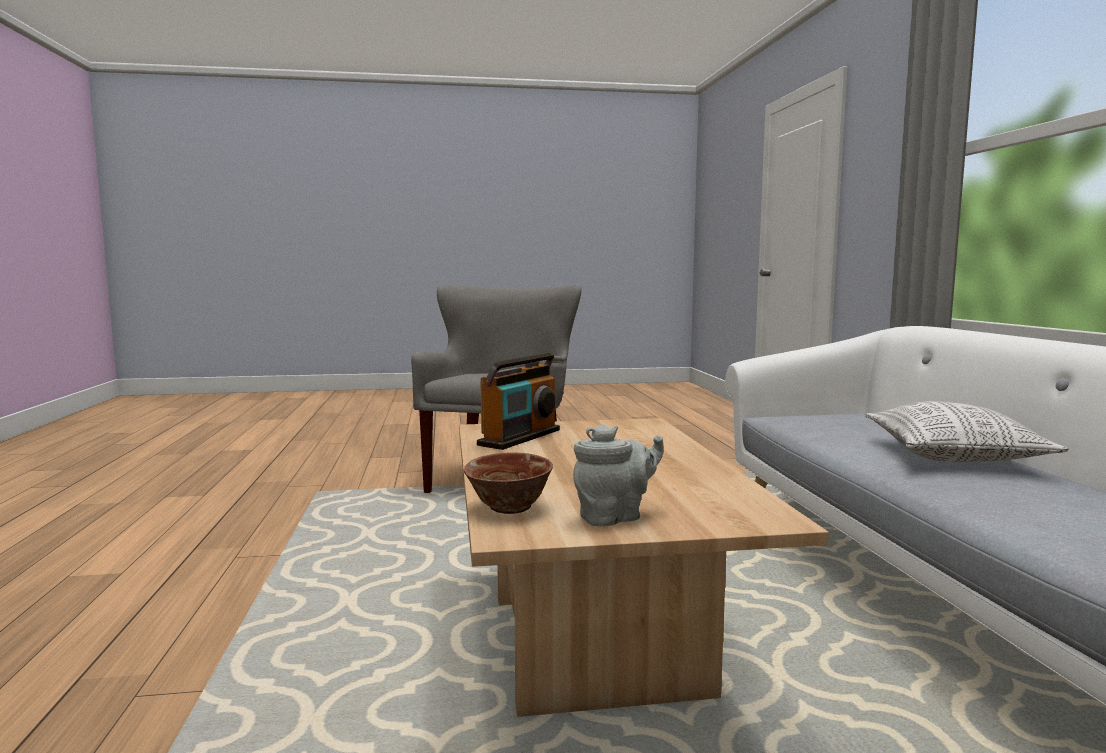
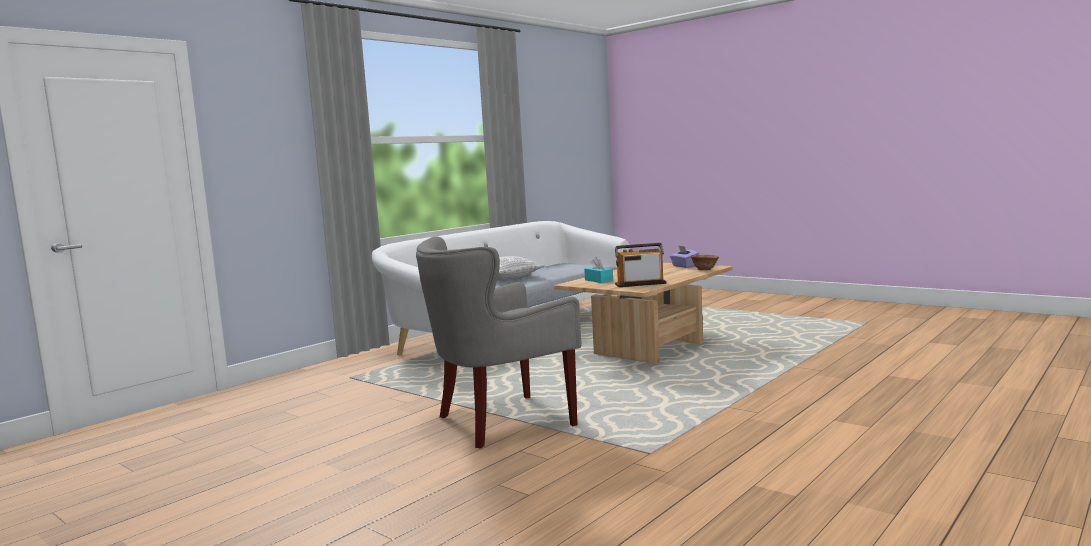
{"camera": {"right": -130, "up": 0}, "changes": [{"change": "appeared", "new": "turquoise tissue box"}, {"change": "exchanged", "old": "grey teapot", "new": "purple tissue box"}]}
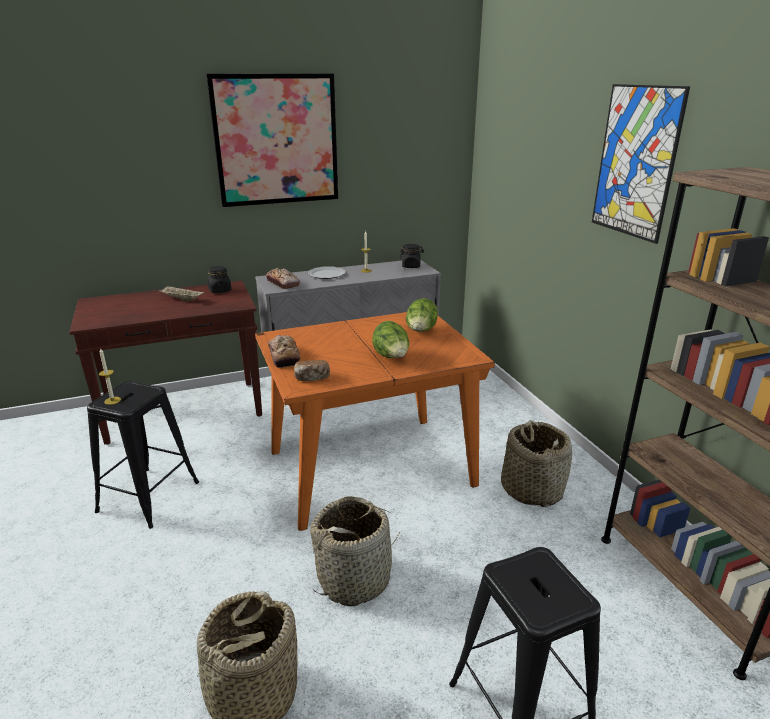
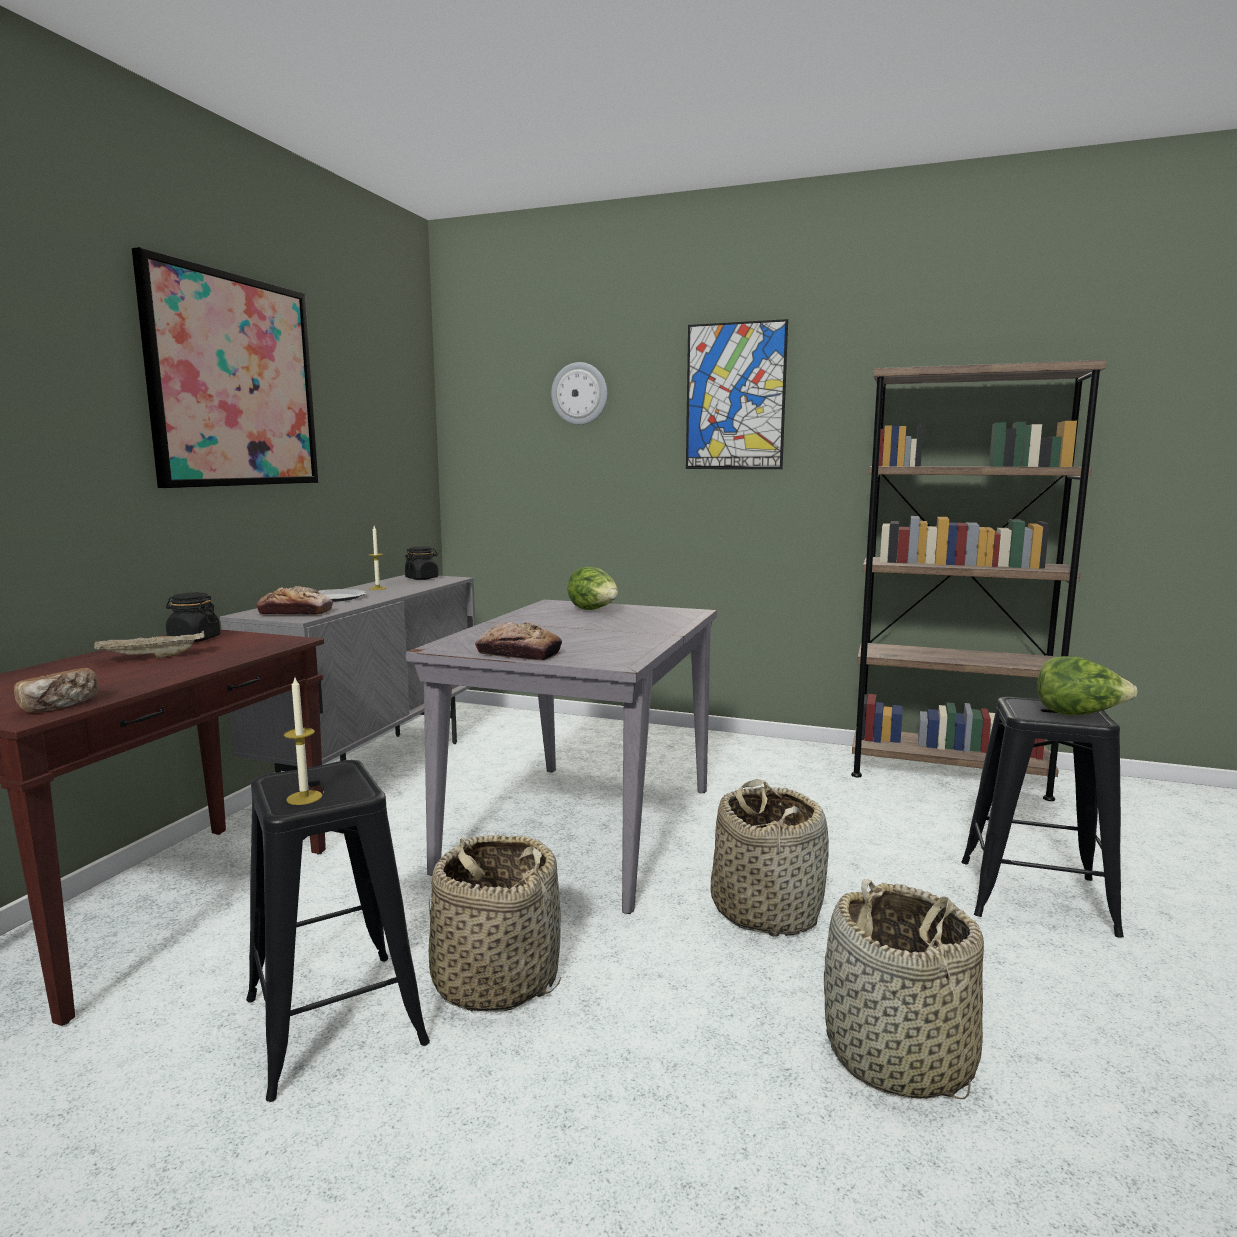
{"camera": {"right": -50, "up": -15}, "changes": [{"change": "appeared", "new": "wall clock"}, {"change": "relocated", "old": "bread (no. 3 from left in the first image)", "new": "bread (no. 1 from left)"}, {"change": "relocated", "old": "lettuce (no. 1 from left in the first image)", "new": "lettuce (no. 2 from left)"}, {"change": "relocated", "old": "basket (no. 3 from left in the first image)", "new": "basket (no. 1 from left)"}, {"change": "colour", "old": "orange dining table", "new": "grey dining table"}]}
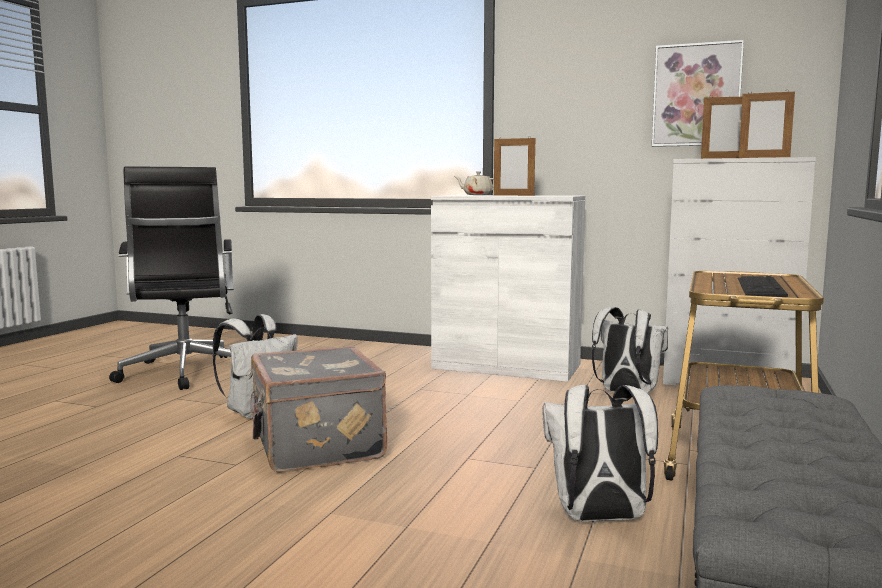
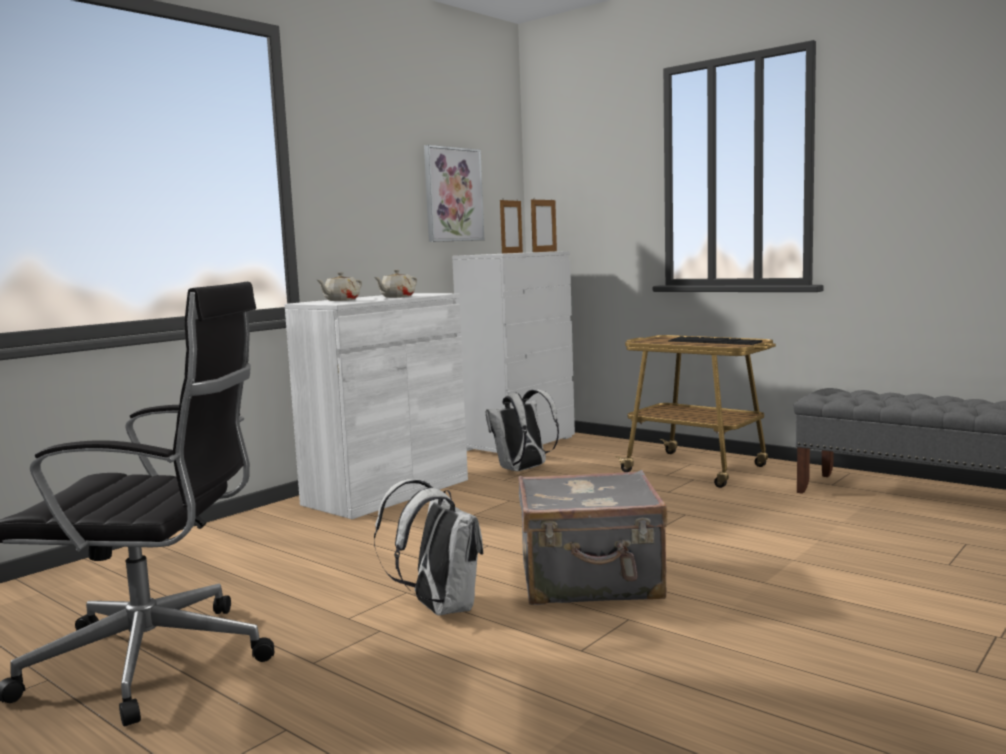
{"camera": {"right": -70, "up": 0}, "changes": [{"change": "missing", "old": "white backpack (no. 2 from left)"}, {"change": "exchanged", "old": "picture frame (no. 1 from left)", "new": "beige teapot (no. 2 from left)"}]}
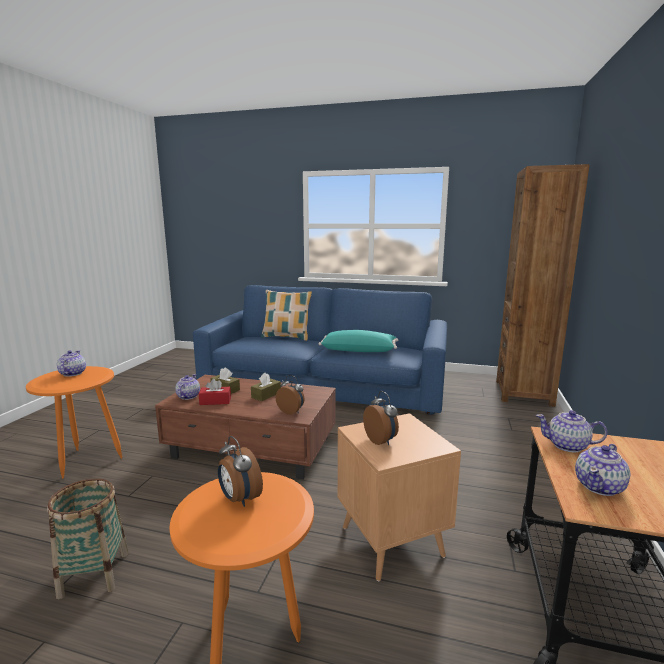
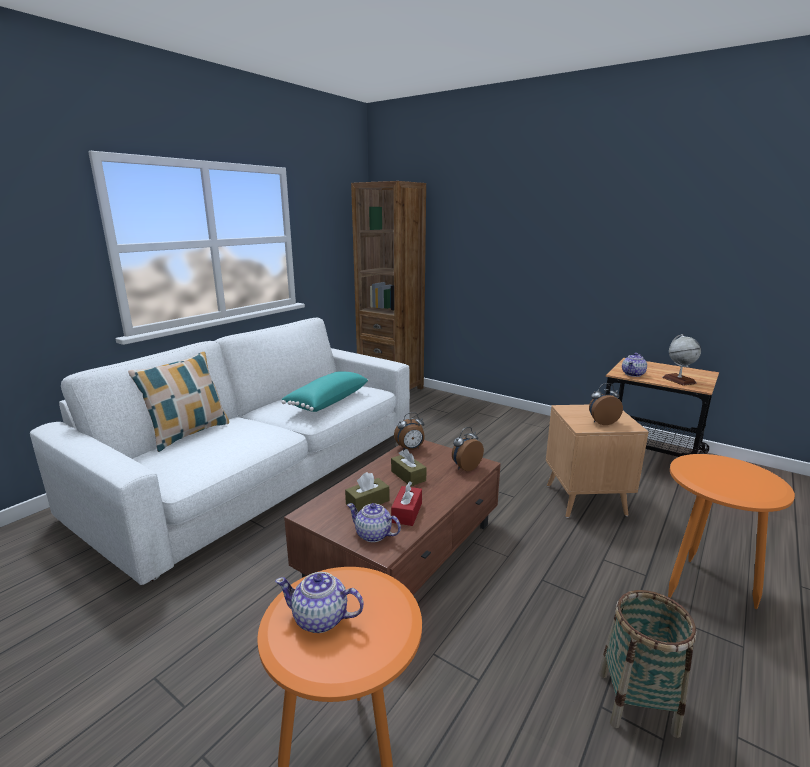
{"camera": {"right": -70, "up": 5}, "changes": [{"change": "relocated", "old": "alarm clock (no. 1 from left)"}, {"change": "exchanged", "old": "teapot (no. 4 from left)", "new": "globe"}, {"change": "colour", "old": "blue sofa", "new": "white sofa"}]}
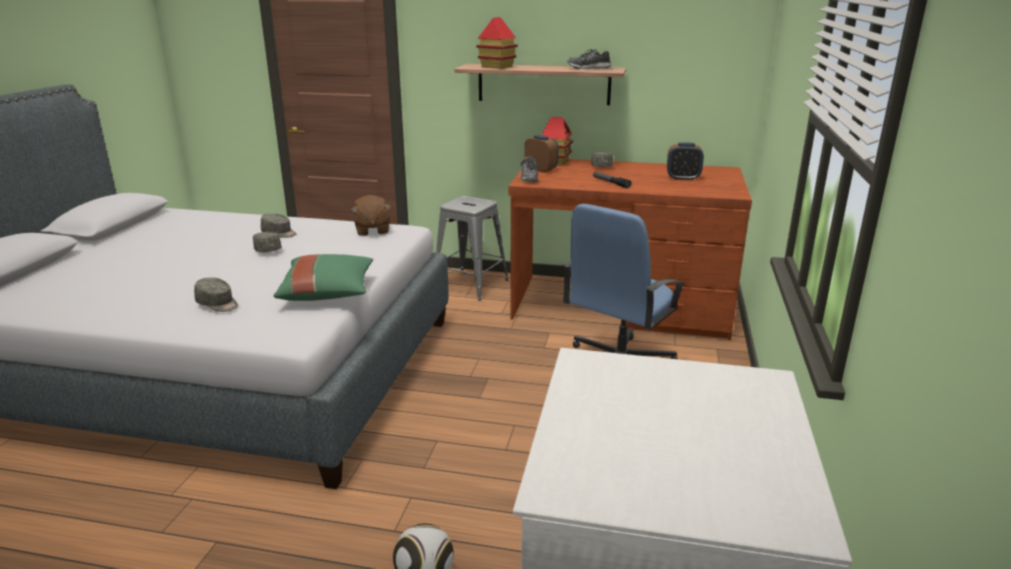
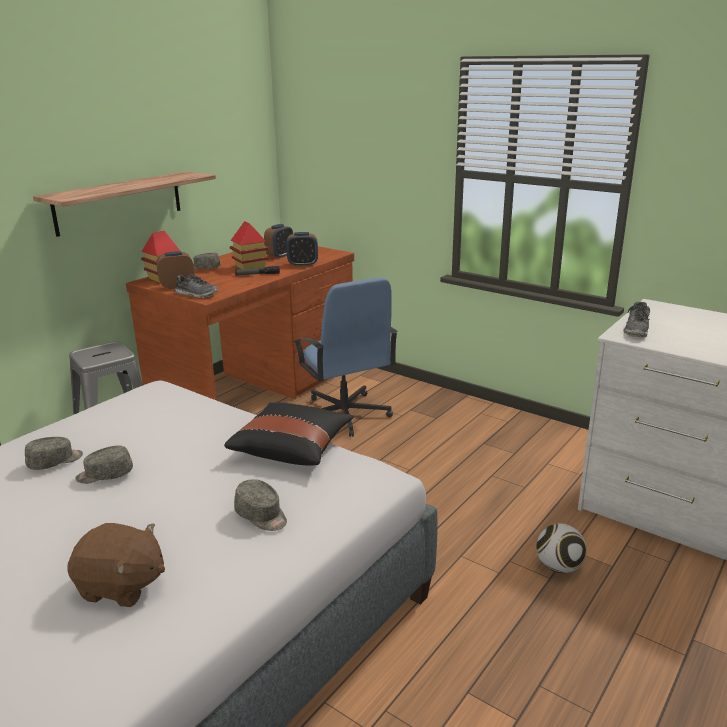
{"camera": {"right": -65, "up": 0}, "changes": [{"change": "appeared", "new": "alarm clock (no. 3 from left)"}, {"change": "relocated", "old": "brown plush toy"}, {"change": "relocated", "old": "toy house (no. 1 from left in the first image)", "new": "toy house (no. 2 from left)"}, {"change": "relocated", "old": "shoe (no. 2 from left)"}, {"change": "colour", "old": "green pillow", "new": "black pillow"}, {"change": "spun", "old": "grey cap (no. 1 from left in the first image)", "degrees": 75}]}
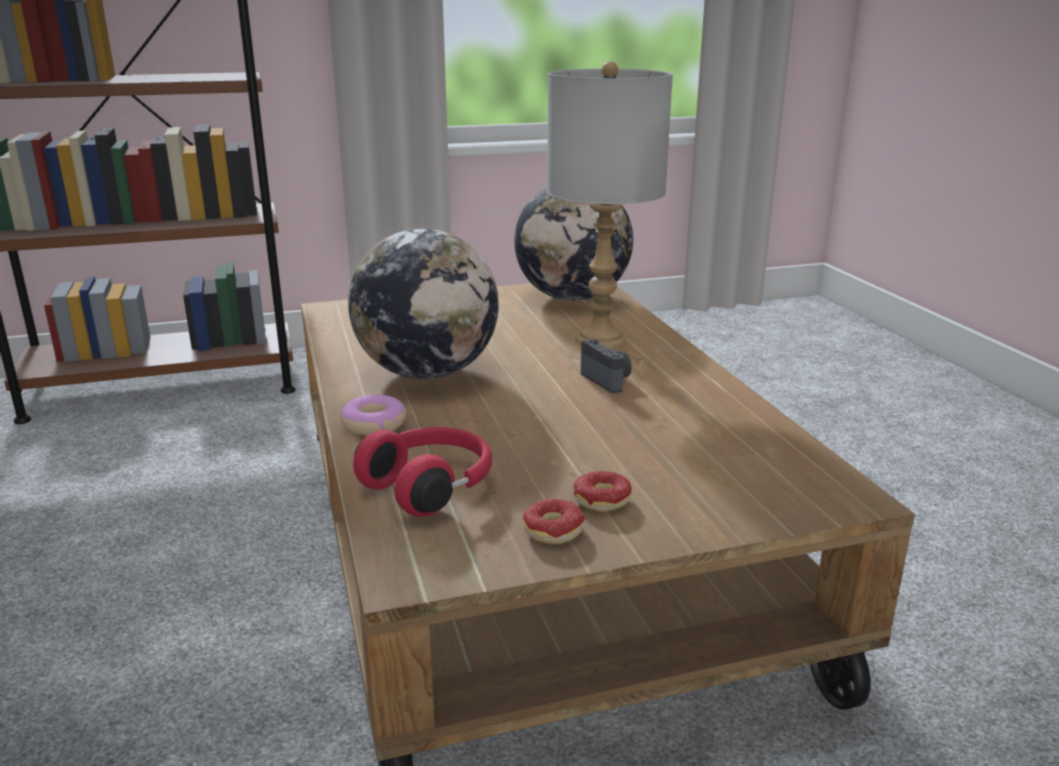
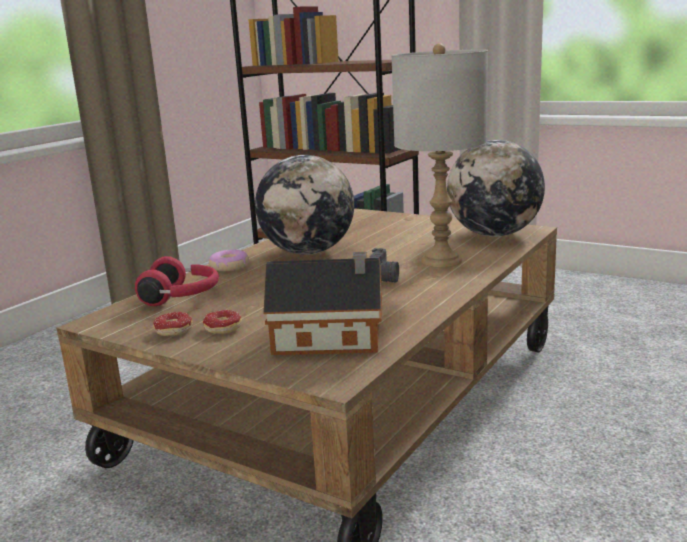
{"camera": {"right": 50, "up": -5}, "changes": [{"change": "appeared", "new": "toy house"}]}
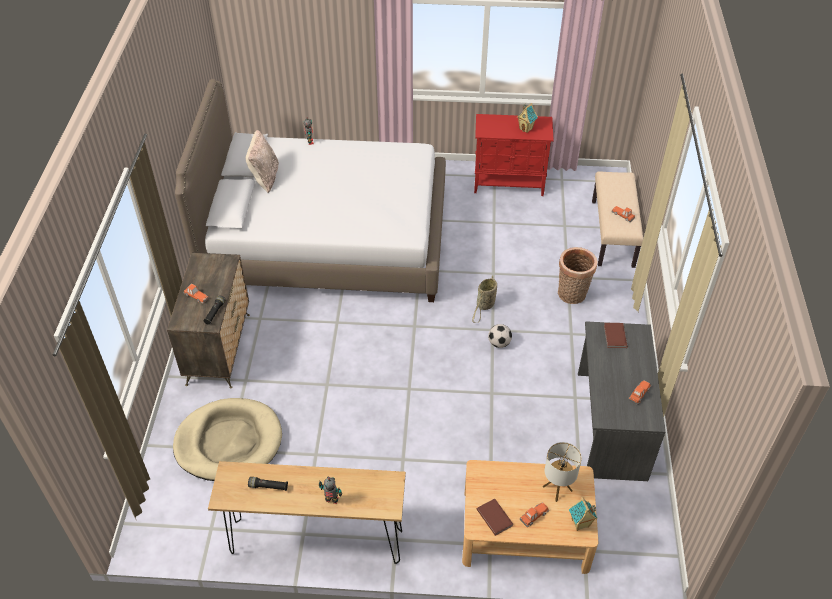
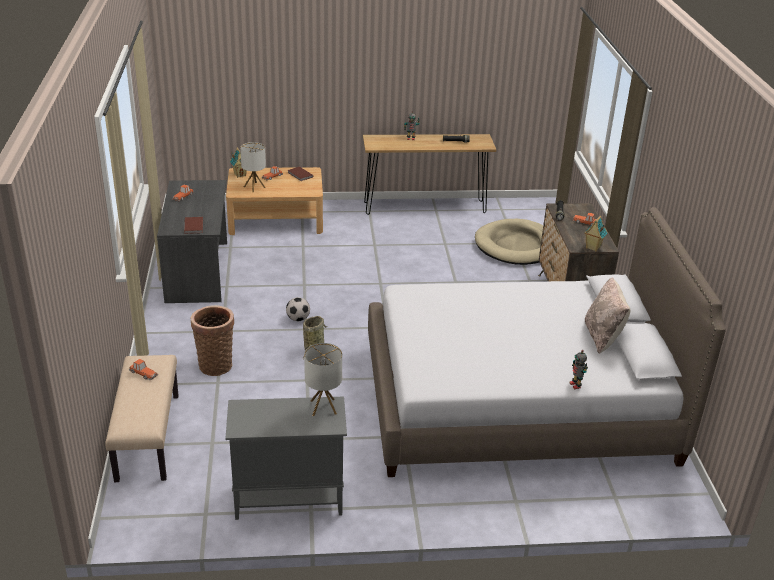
{"camera": {"right": 170, "up": -15}, "changes": [{"change": "appeared", "new": "table lamp (no. 2 from left)"}, {"change": "relocated", "old": "toy house (no. 1 from left in the first image)", "new": "toy house (no. 2 from left)"}, {"change": "colour", "old": "red cabinet", "new": "grey cabinet"}]}
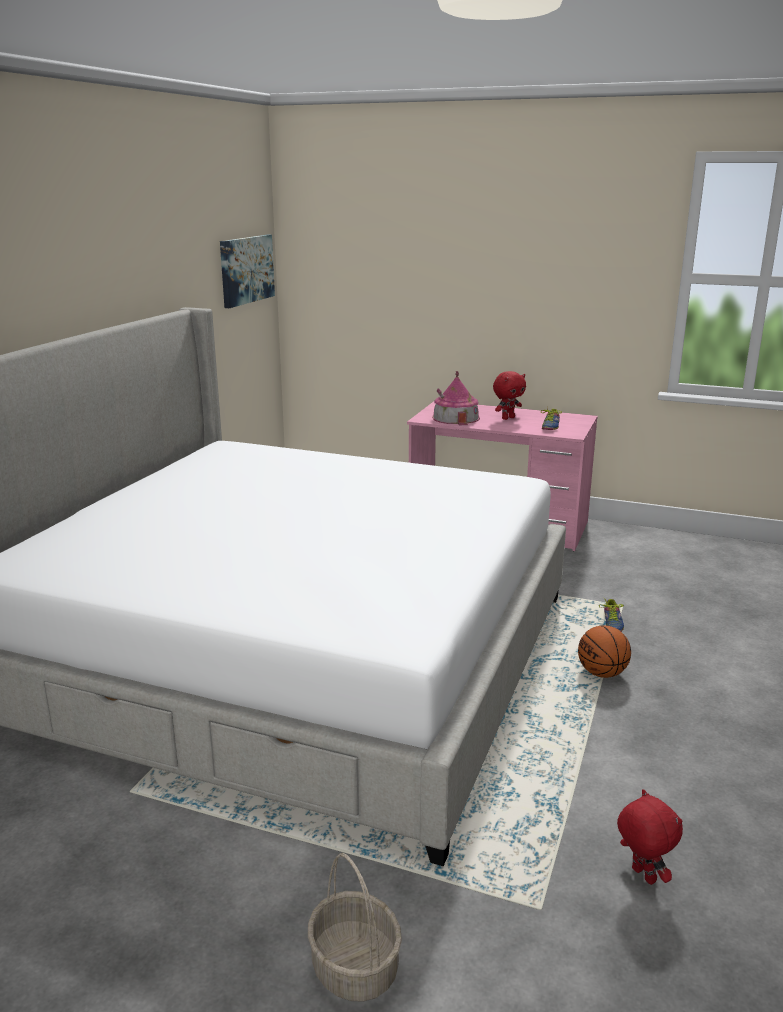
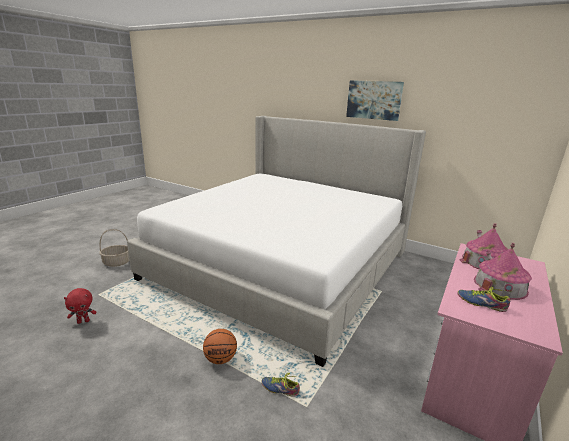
{"camera": {"right": 100, "up": 0}, "changes": [{"change": "relocated", "old": "picture"}, {"change": "exchanged", "old": "red plush toy (no. 1 from left)", "new": "toy house (no. 2 from left)"}]}
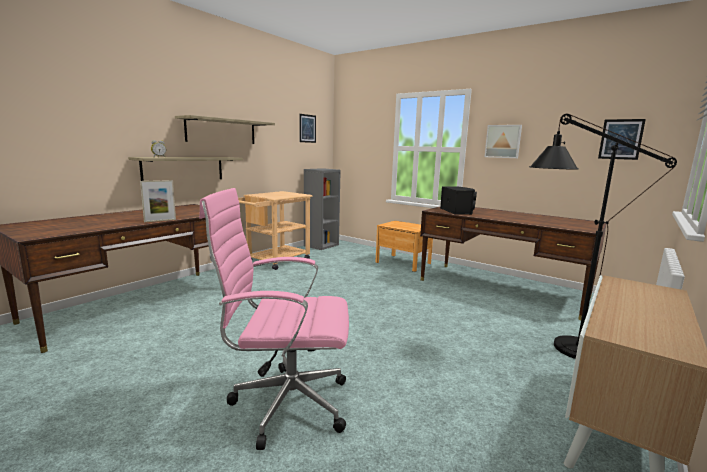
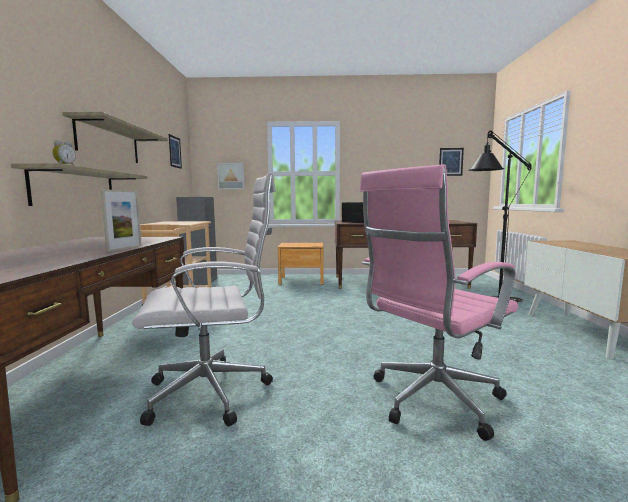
{"camera": {"right": -35, "up": -5}, "changes": [{"change": "appeared", "new": "white office chair"}, {"change": "relocated", "old": "picture (no. 2 from left)"}]}
